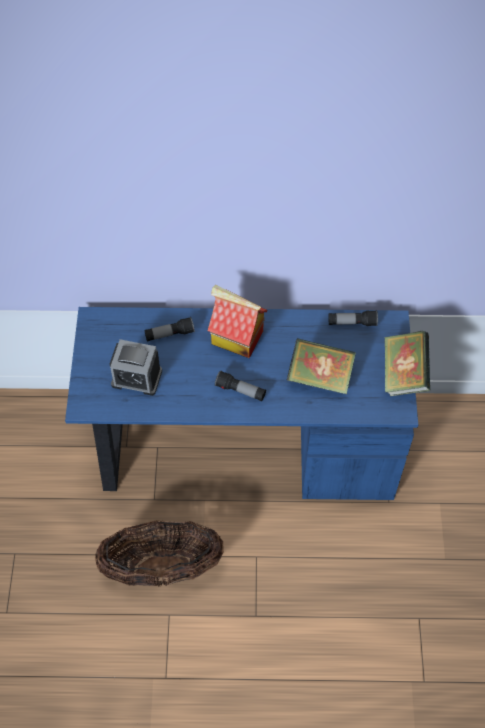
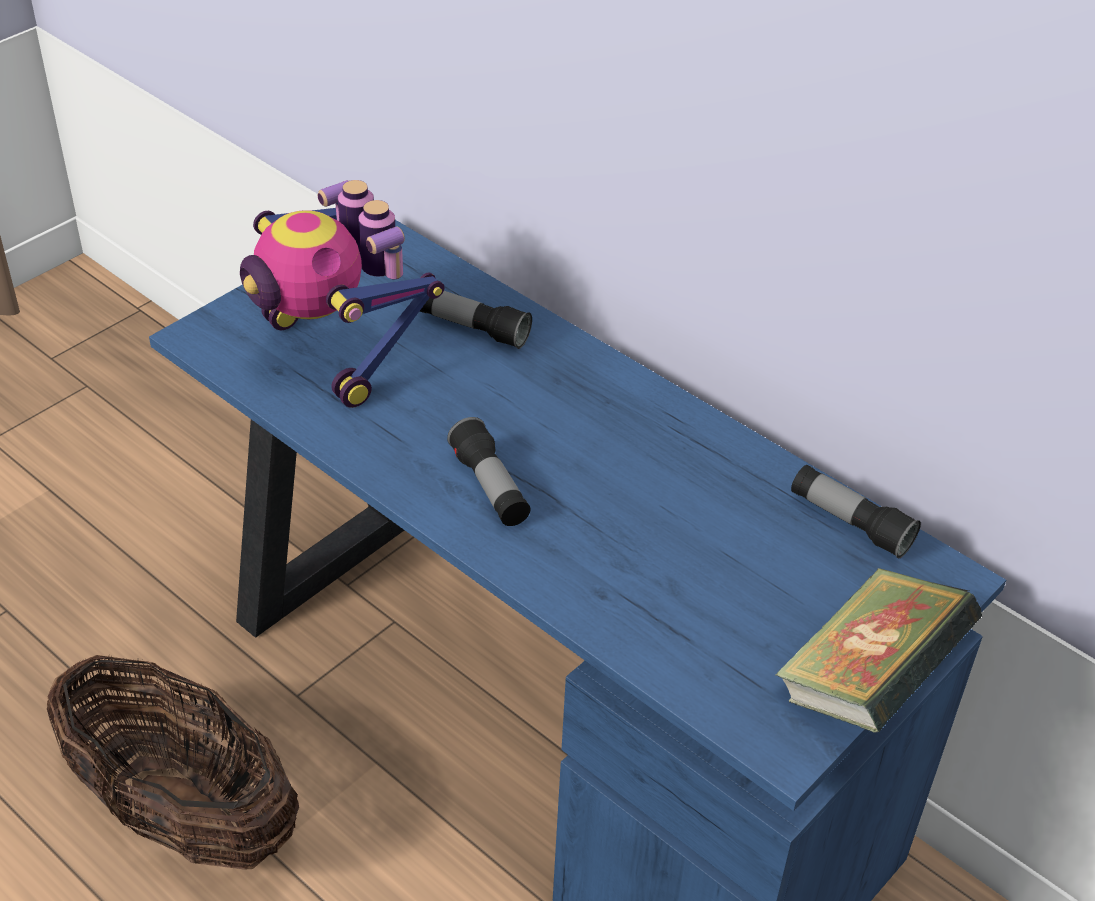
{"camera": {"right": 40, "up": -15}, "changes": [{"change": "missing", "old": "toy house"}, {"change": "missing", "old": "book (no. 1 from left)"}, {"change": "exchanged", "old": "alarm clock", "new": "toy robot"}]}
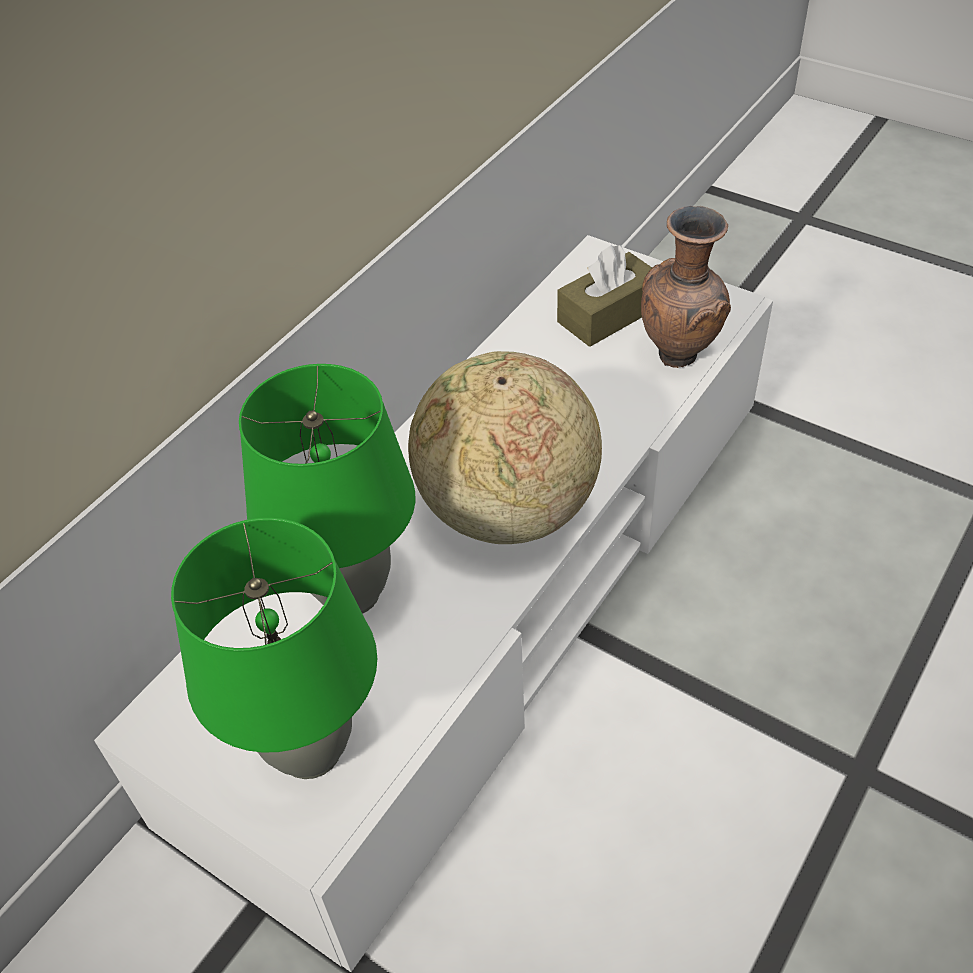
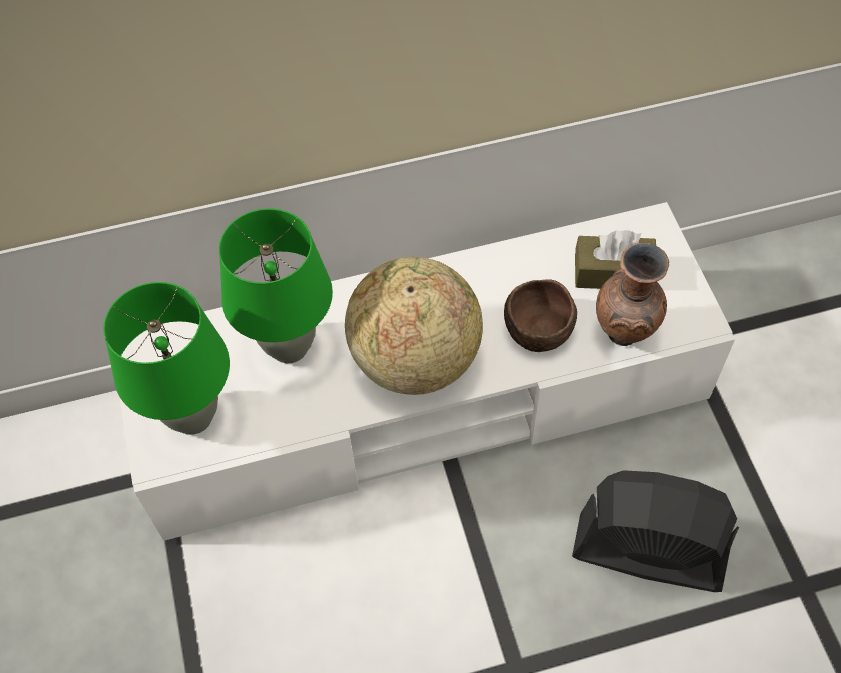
{"camera": {"right": 40, "up": 10}, "changes": [{"change": "appeared", "new": "brown bowl"}, {"change": "appeared", "new": "black fan"}]}
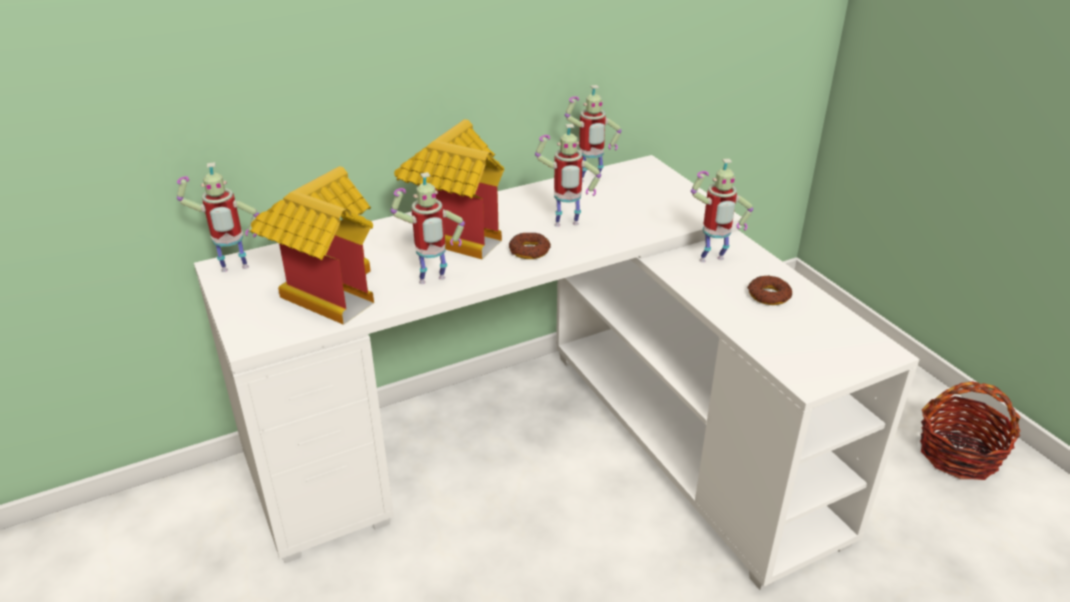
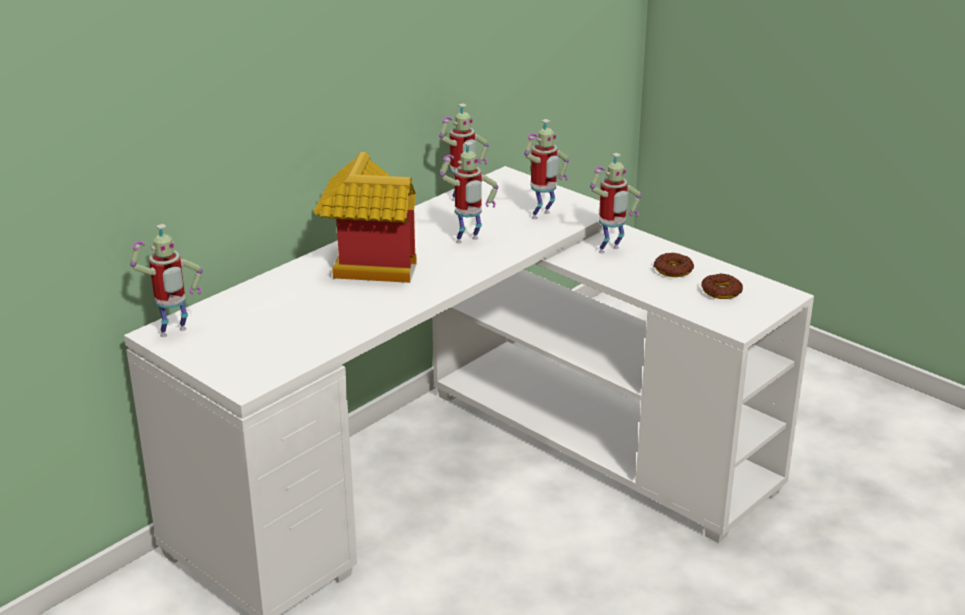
{"camera": {"right": -20, "up": -5}, "changes": [{"change": "missing", "old": "toy house (no. 1 from left)"}, {"change": "missing", "old": "basket"}, {"change": "relocated", "old": "toy robot (no. 2 from left in the first image)", "new": "toy robot (no. 4 from left)"}, {"change": "relocated", "old": "donut (no. 1 from left in the first image)", "new": "donut (no. 2 from left)"}]}
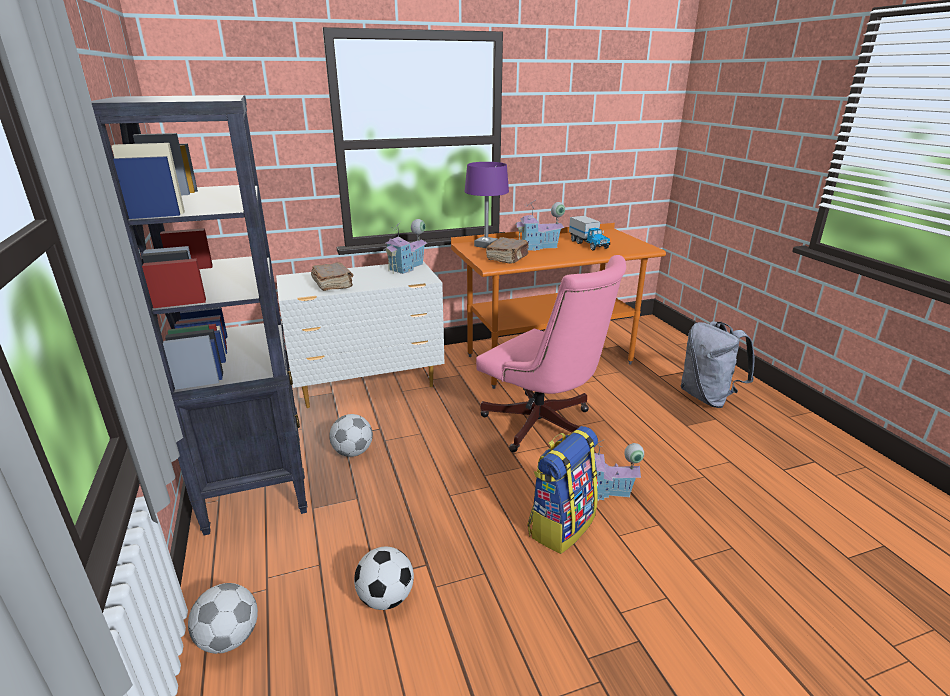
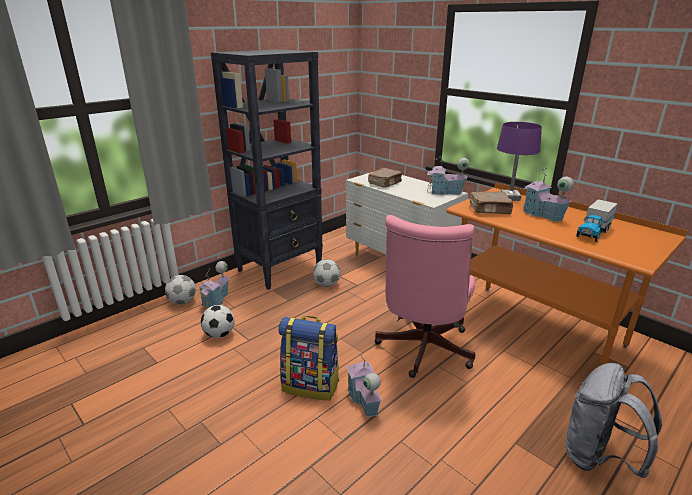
{"camera": {"right": 65, "up": 0}, "changes": [{"change": "appeared", "new": "toy house (no. 1 from left)"}]}
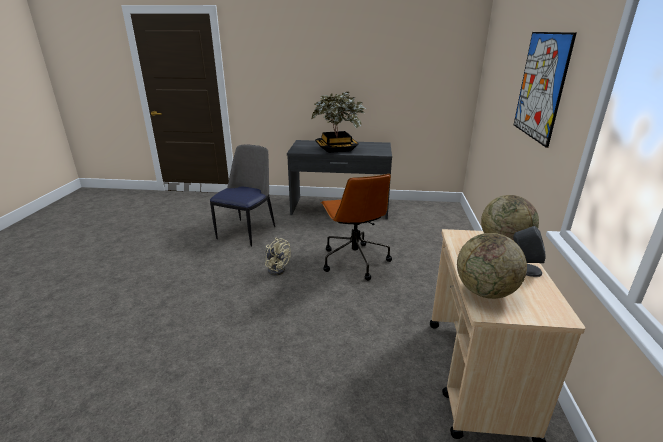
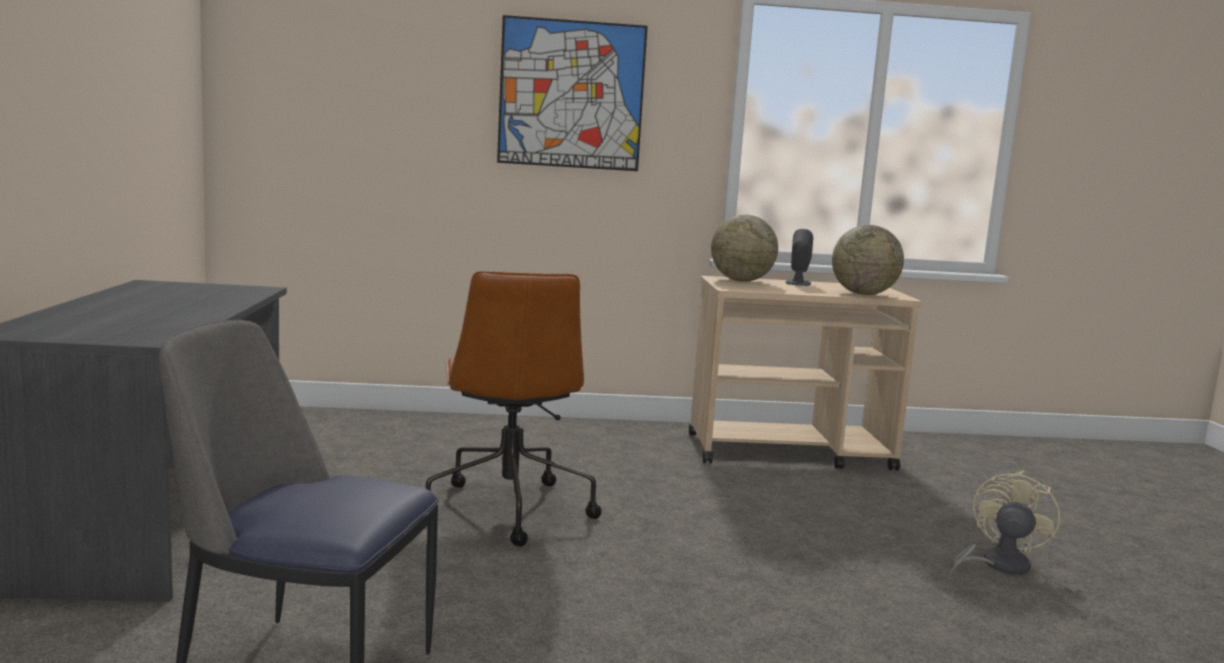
{"camera": {"right": -100, "up": -15}, "changes": [{"change": "missing", "old": "potted plant"}, {"change": "relocated", "old": "beige fan"}, {"change": "spun", "old": "brown office chair", "degrees": 105}]}
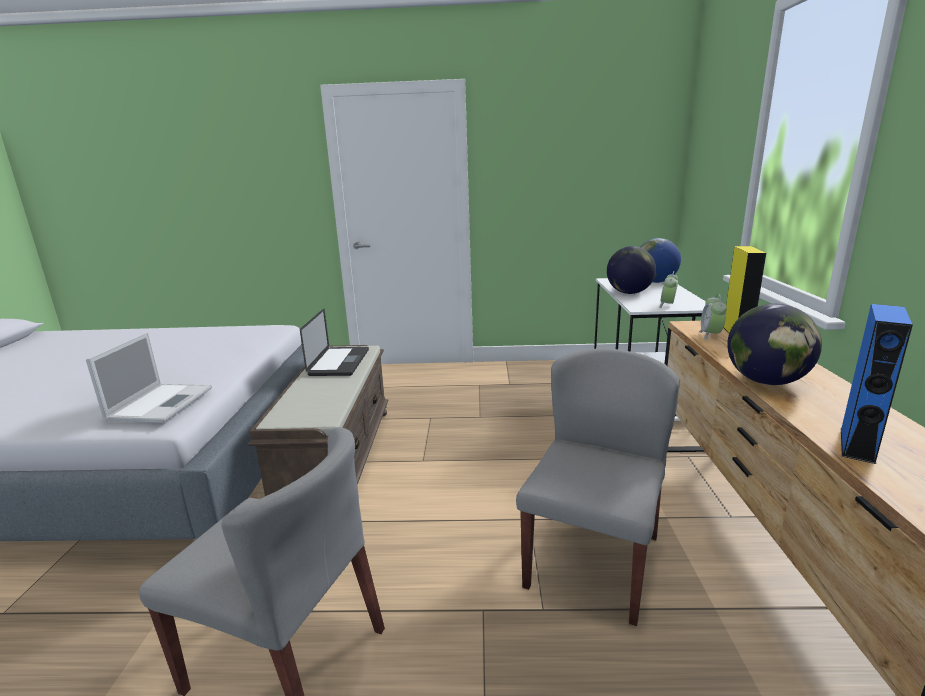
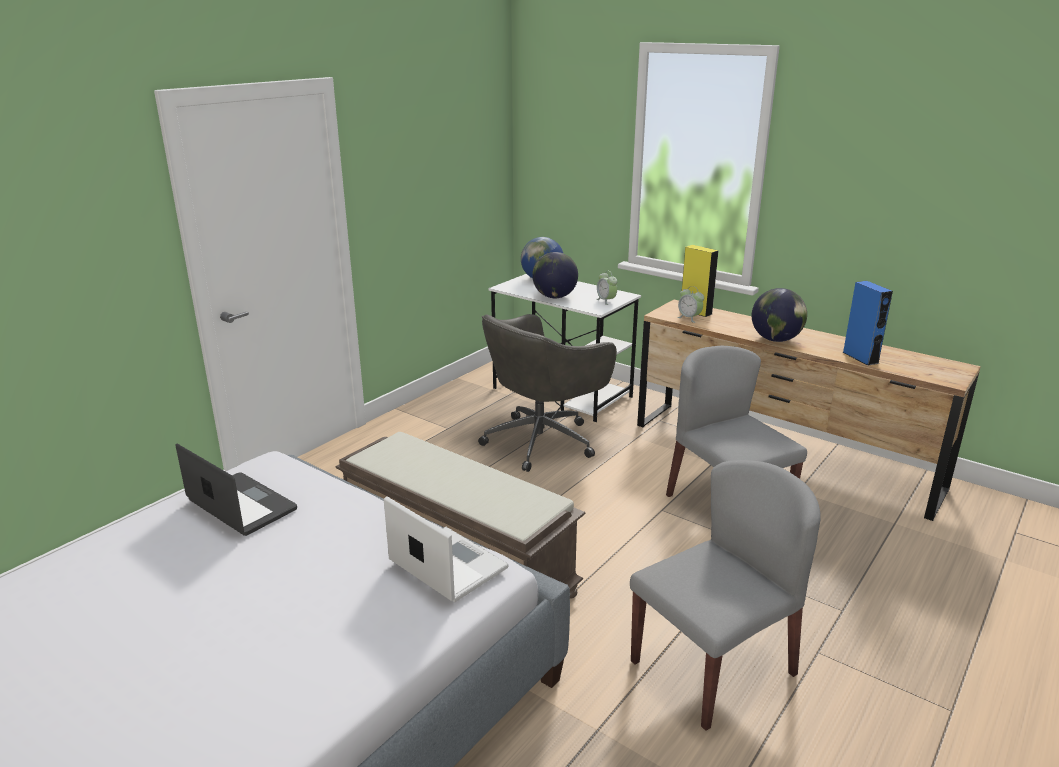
{"camera": {"right": -55, "up": 5}, "changes": [{"change": "appeared", "new": "grey office chair"}, {"change": "relocated", "old": "laptop (no. 2 from left in the first image)", "new": "laptop (no. 1 from left)"}]}
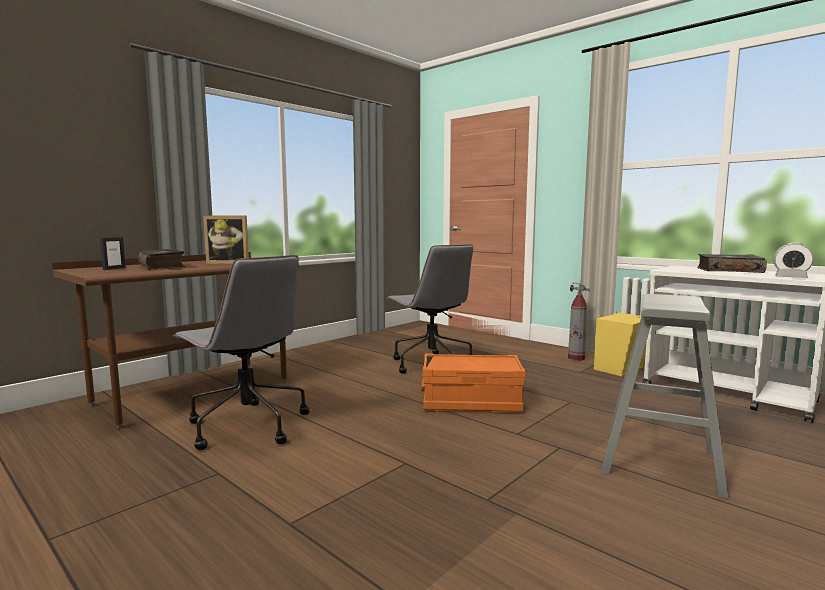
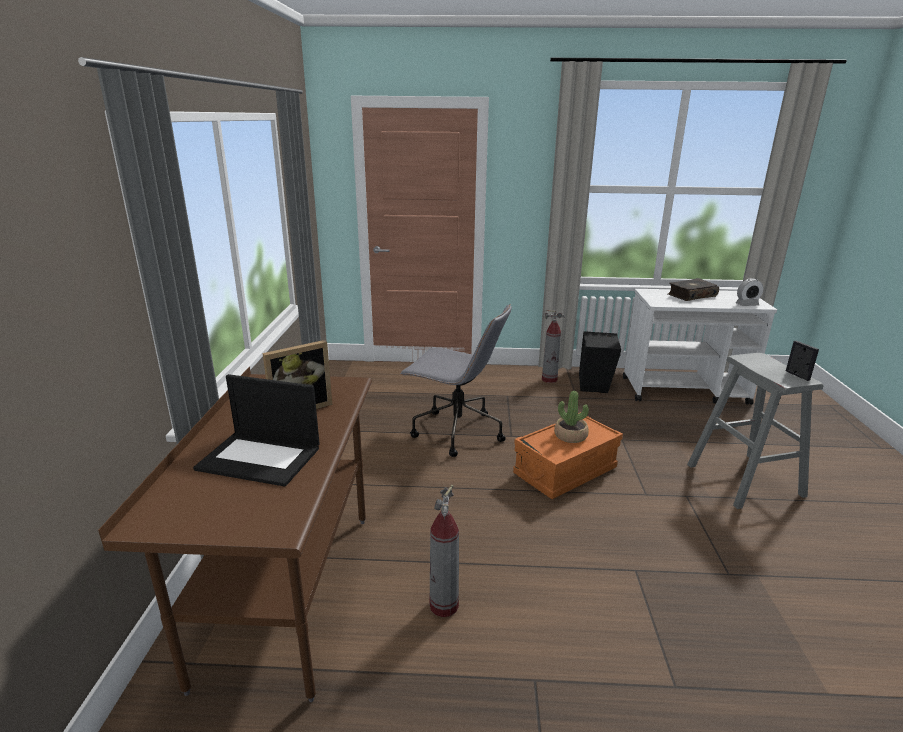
{"camera": {"right": -40, "up": 15}, "changes": [{"change": "appeared", "new": "potted plant"}, {"change": "relocated", "old": "picture frame (no. 1 from left in the first image)", "new": "picture frame (no. 2 from left)"}, {"change": "exchanged", "old": "book (no. 1 from left)", "new": "laptop"}, {"change": "exchanged", "old": "grey office chair (no. 1 from left)", "new": "fire extinguisher (no. 1 from left)"}, {"change": "colour", "old": "yellow speaker", "new": "black speaker"}]}
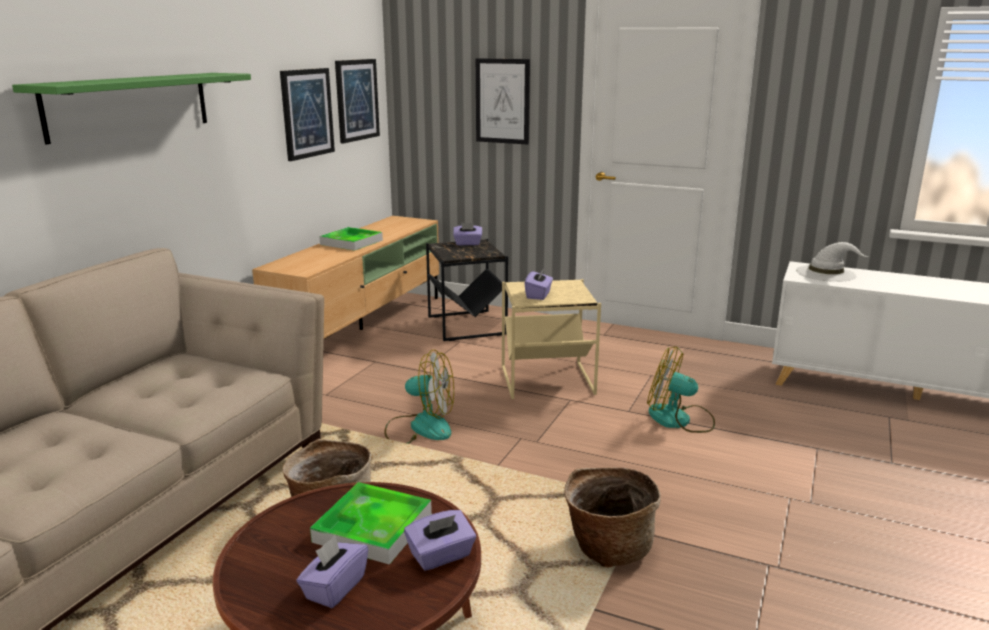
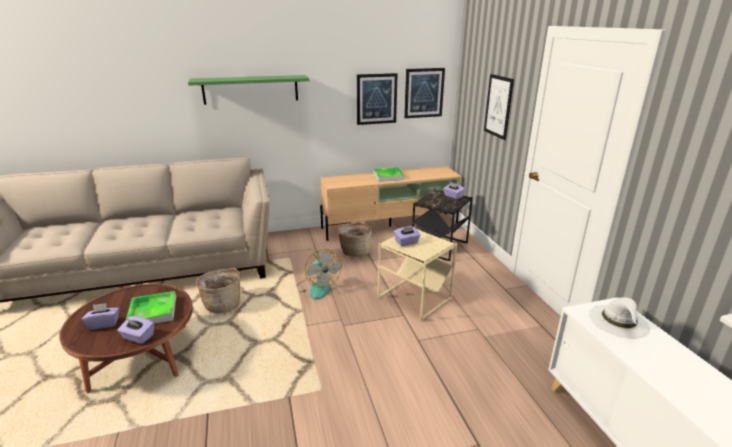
{"camera": {"right": 50, "up": 5}, "changes": [{"change": "missing", "old": "fan (no. 2 from left)"}, {"change": "relocated", "old": "basket (no. 2 from left)"}]}
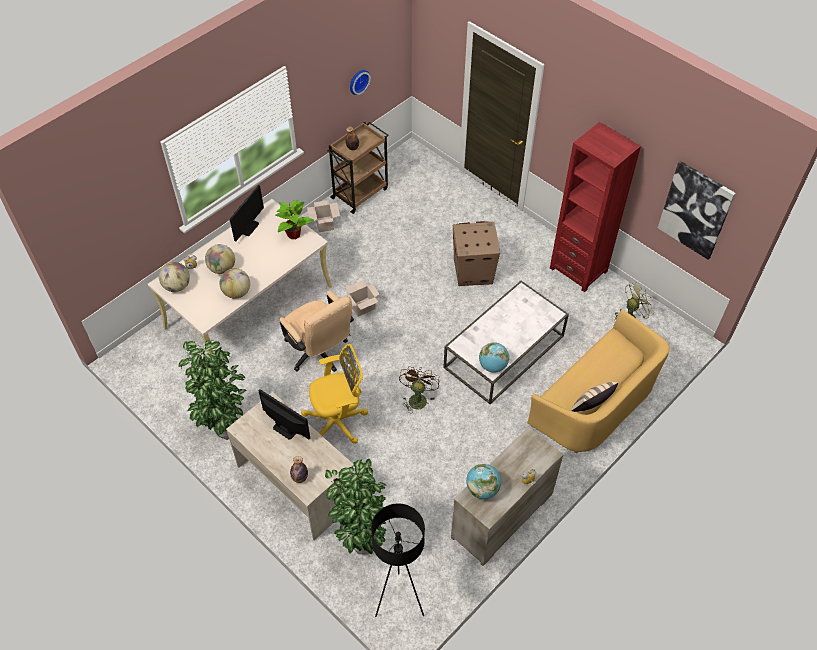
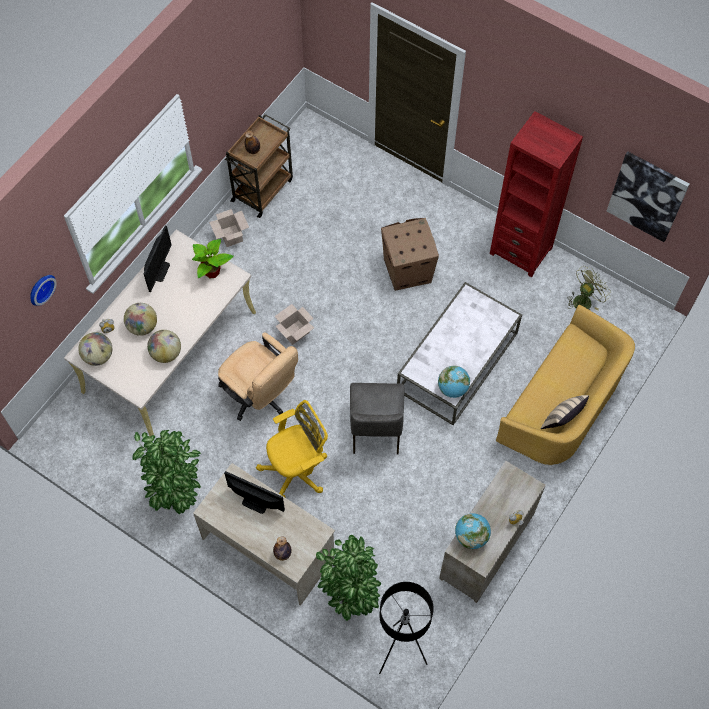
{"camera": {"right": -10, "up": 10}, "changes": [{"change": "relocated", "old": "wall clock"}, {"change": "exchanged", "old": "brown fan", "new": "grey chair"}]}
